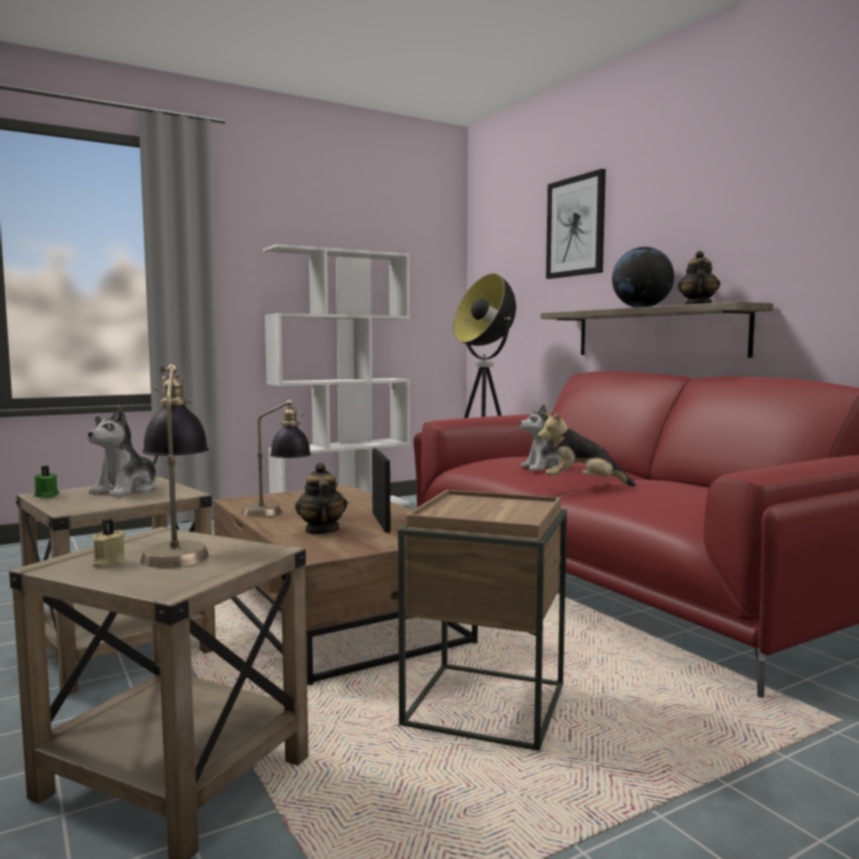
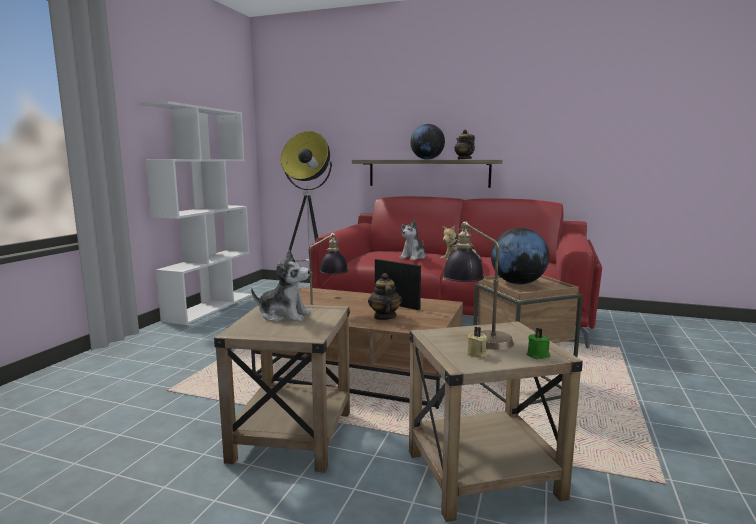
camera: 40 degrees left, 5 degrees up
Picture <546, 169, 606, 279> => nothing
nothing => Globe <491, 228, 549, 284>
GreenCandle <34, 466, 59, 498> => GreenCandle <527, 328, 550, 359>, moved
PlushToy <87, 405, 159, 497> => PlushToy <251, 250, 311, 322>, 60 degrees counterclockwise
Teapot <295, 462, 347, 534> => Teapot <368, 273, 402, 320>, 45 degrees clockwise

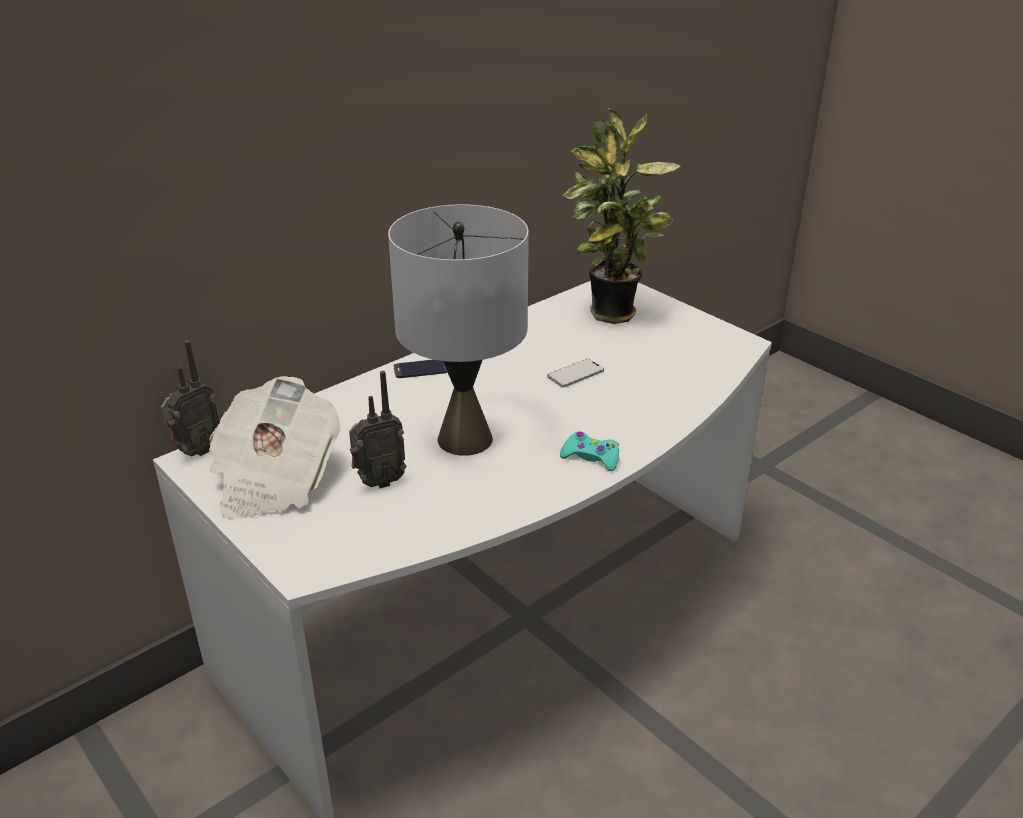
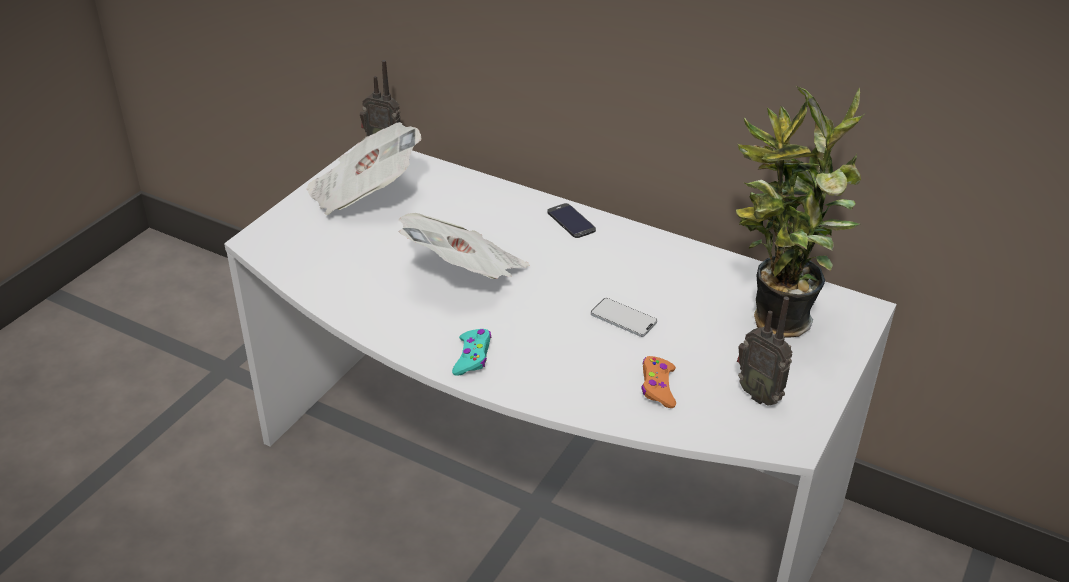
camera: 70 degrees right, 5 degrees up
nothing => OrangeGameController <641, 356, 676, 408>
Radio <349, 371, 406, 488> => Radio <737, 297, 793, 406>, moved
GreyTableLamp <388, 204, 529, 456> => Newspaper <398, 213, 529, 279>

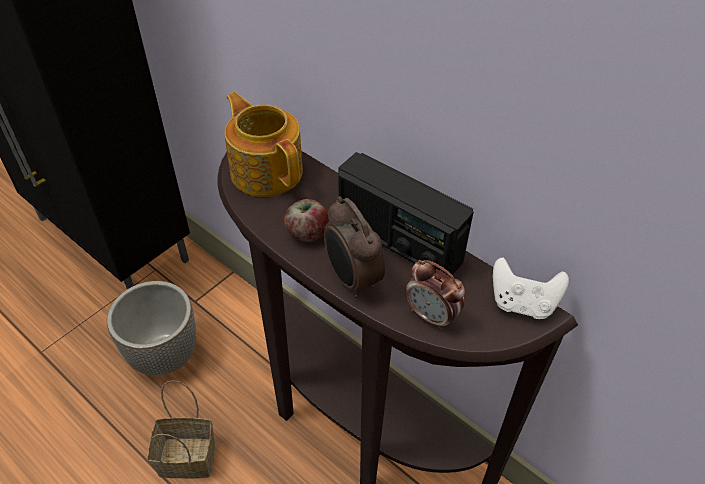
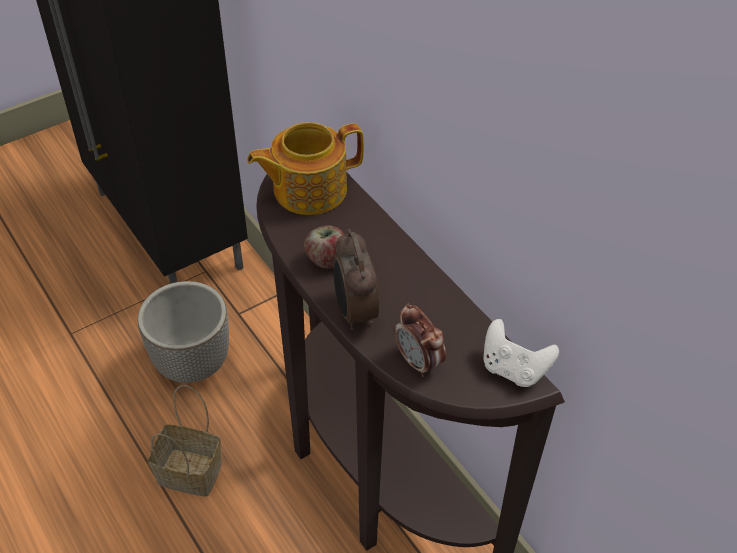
camera: 15 degrees right, 0 degrees up
Radio <338, 152, 474, 276> => nothing
Teapot <225, 92, 303, 197> => Teapot <247, 122, 364, 215>, 90 degrees counterclockwise

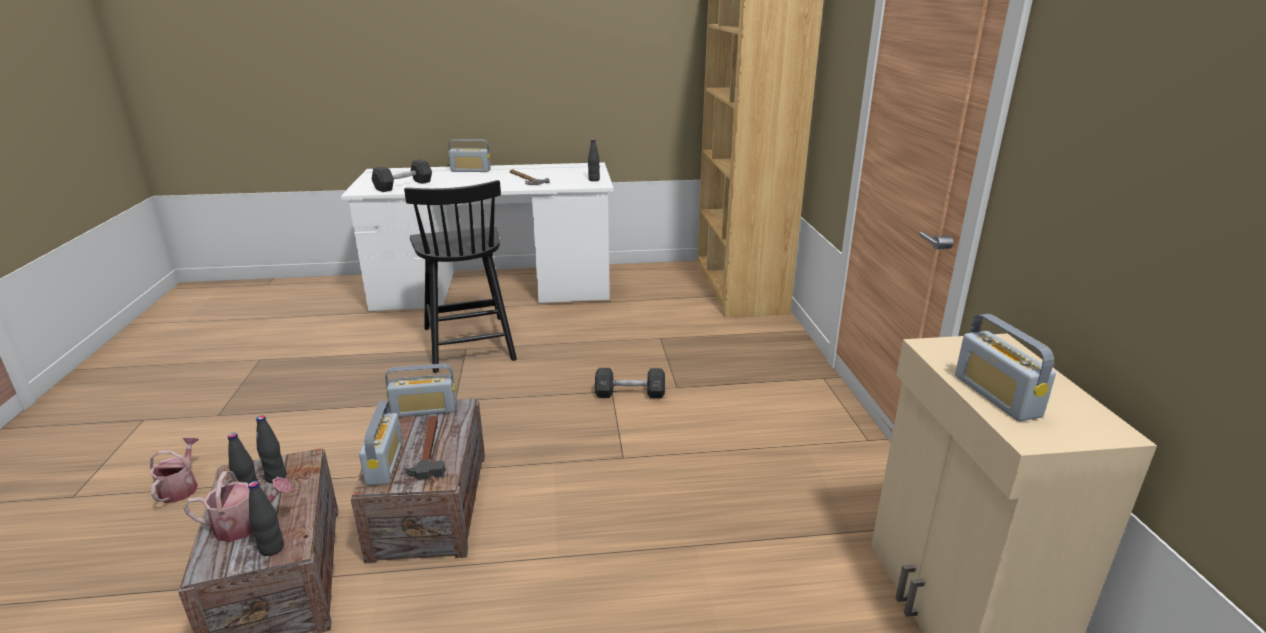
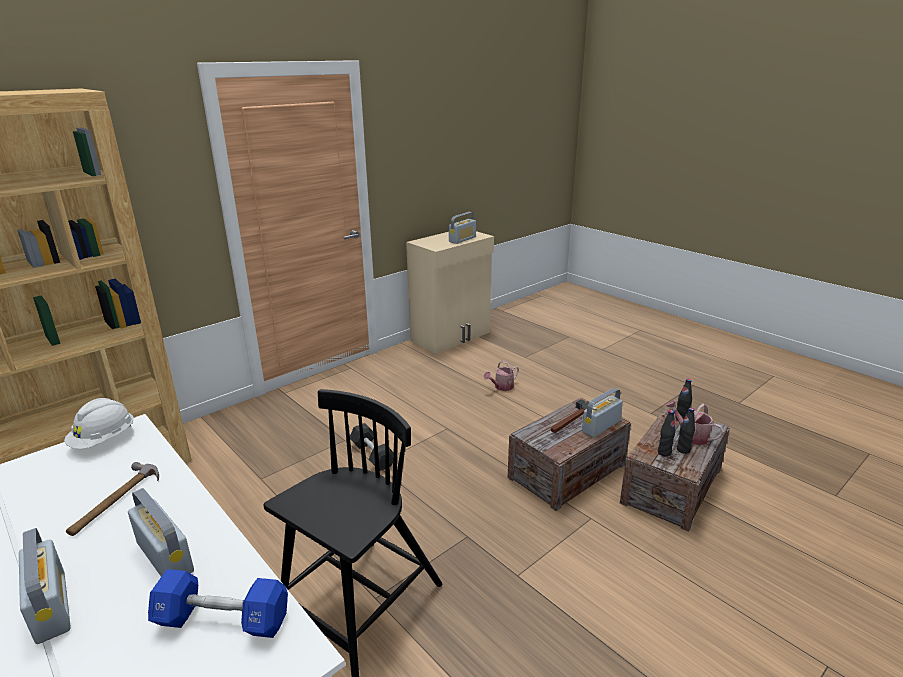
camera: 125 degrees left, 0 degrees up
WateringCan <150, 437, 199, 503> => WateringCan <484, 360, 519, 391>, moved
Radio <385, 364, 456, 417> => Radio <128, 488, 194, 577>, moved
BlackBottle <588, 139, 600, 181> => WhiteHardHat <64, 398, 134, 449>
BlackDumbbell <372, 159, 432, 192> => BlueDumbbell <148, 569, 288, 638>

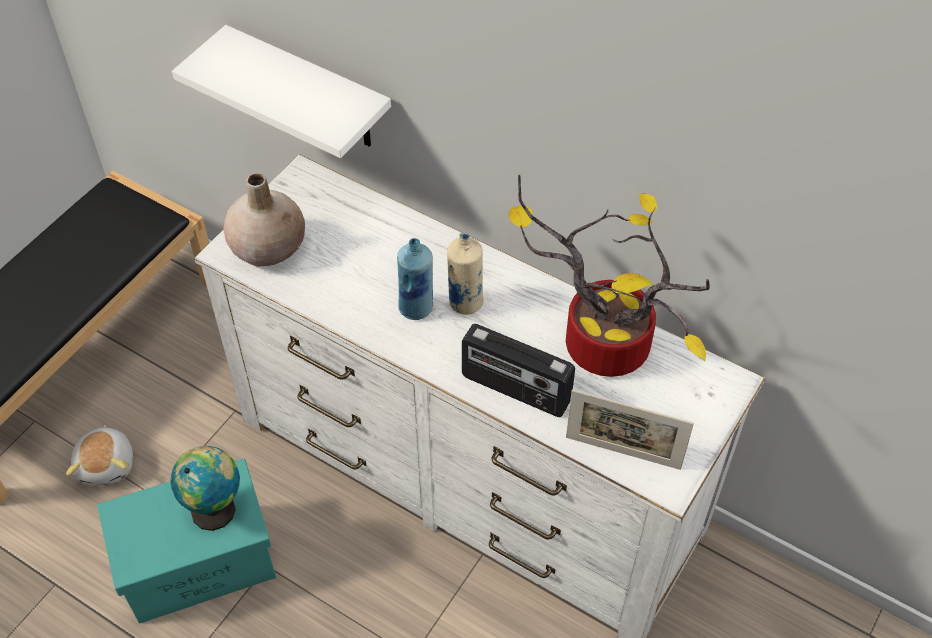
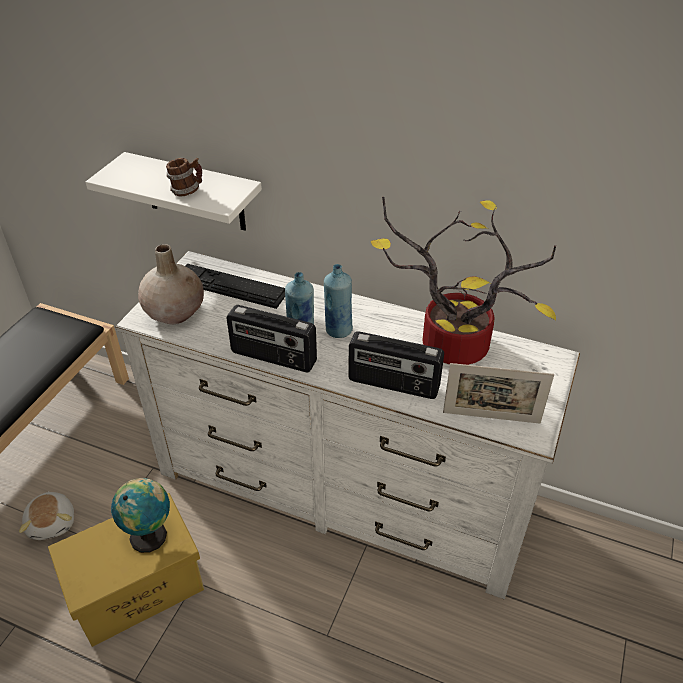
camera: 10 degrees left, 10 degrees down
nothing => Mug <166, 158, 202, 197>
nothing => Keyboard <185, 264, 285, 309>
nothing => Radio <227, 305, 317, 372>
TurquoiseStorageBox <97, 459, 276, 624> => YellowStorageBox <48, 493, 204, 647>
BeigeBottle <447, 232, 484, 315> => BlueBottle <324, 264, 353, 338>

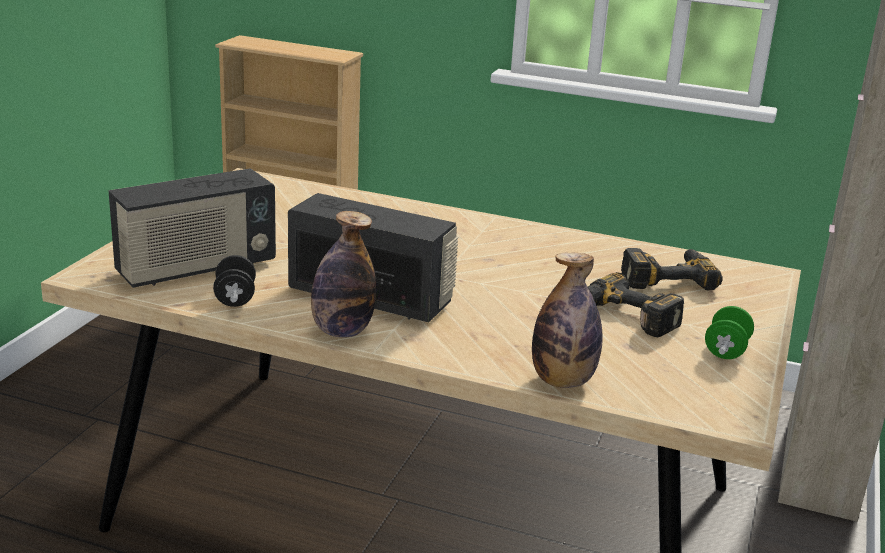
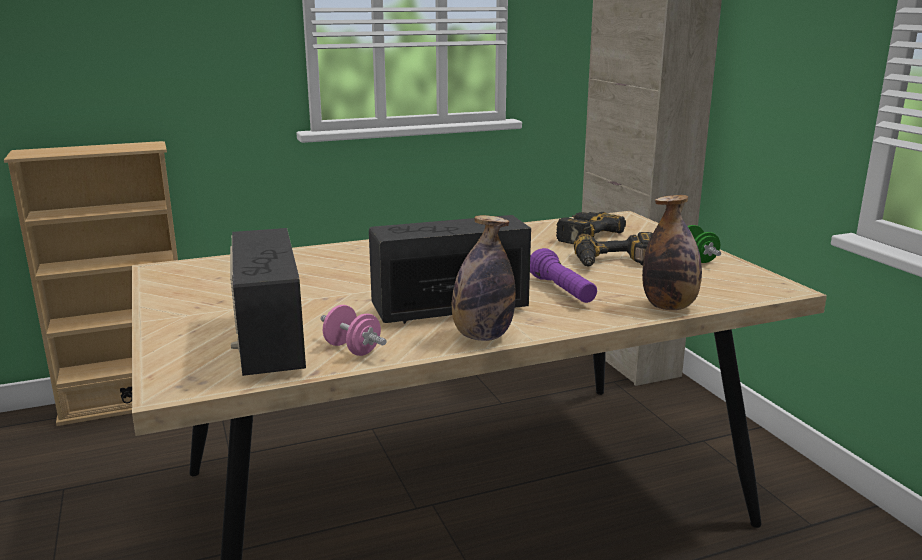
camera: 40 degrees left, 5 degrees down
nothing => PurpleFlashlight <530, 248, 597, 303>
BlackDumbbell <213, 255, 256, 307> => PinkDumbbell <321, 305, 386, 356>
Radio <108, 168, 276, 288> => Radio <230, 228, 306, 376>, 150 degrees clockwise

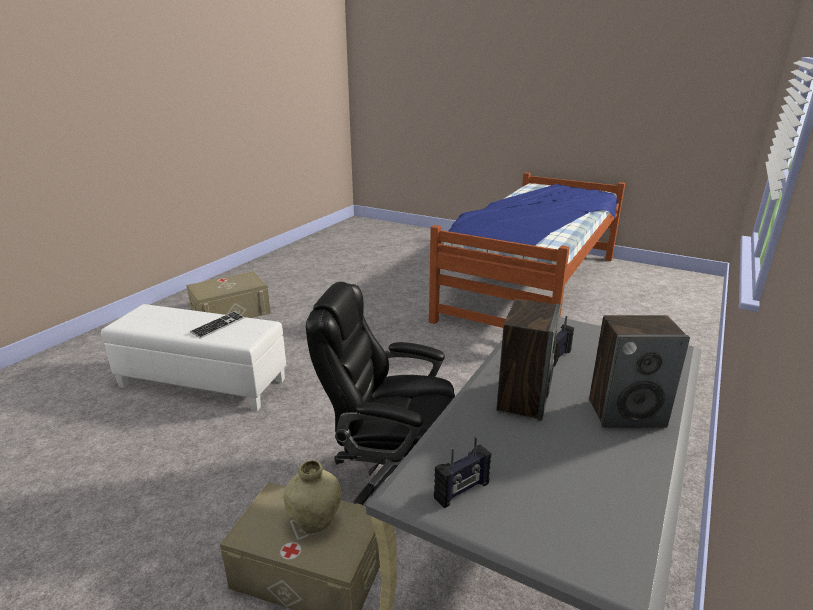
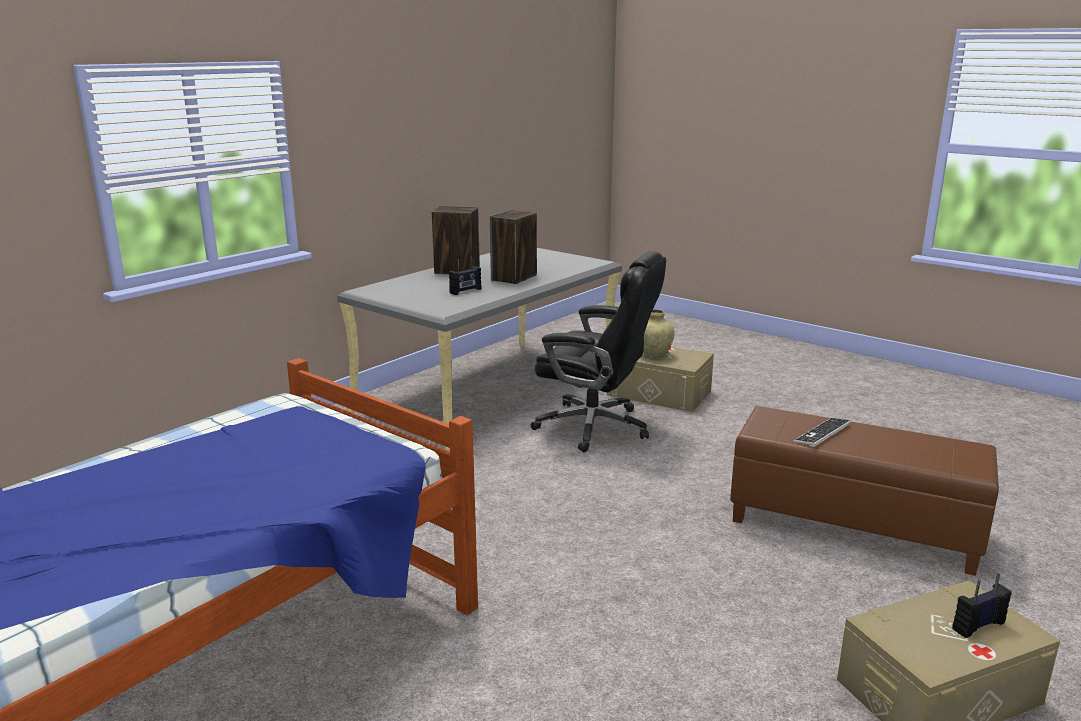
camera: 170 degrees left, 5 degrees down
Radio <434, 436, 491, 508> => Radio <952, 573, 1012, 638>, moved
WhiteOttoman <101, 304, 286, 411> => BrownOttoman <730, 406, 999, 576>

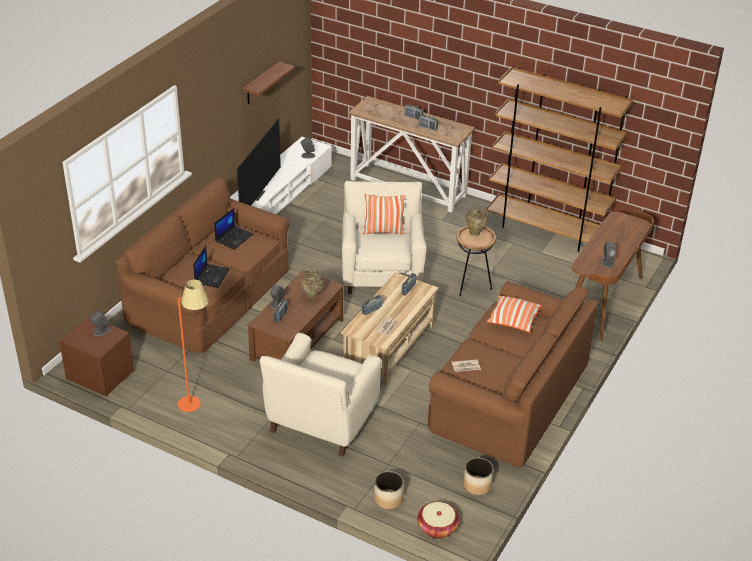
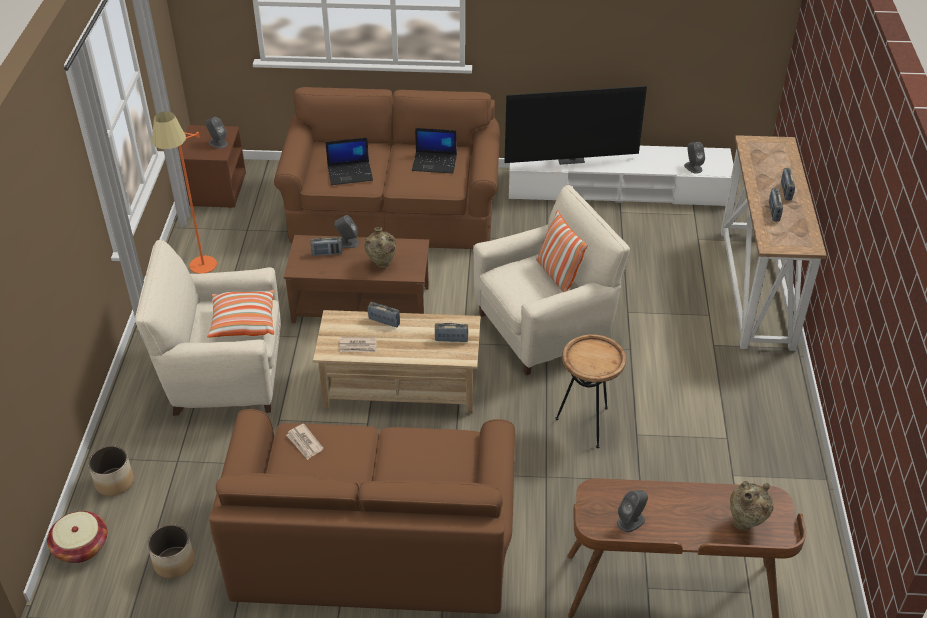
camera: 65 degrees right, 5 degrees up
Shelf <242, 62, 295, 104> => nothing
BrownBookcase <486, 67, 633, 252> => nothing
BeigeVase <466, 204, 488, 236> => BeigeVase <730, 481, 774, 531>, moved
Pillow <487, 296, 543, 333> => Pillow <207, 290, 274, 338>, moved

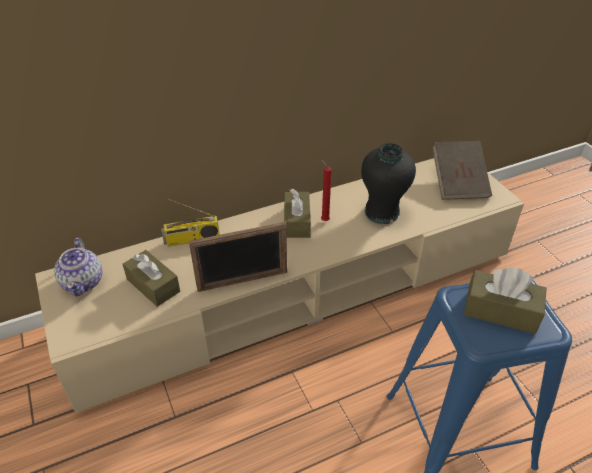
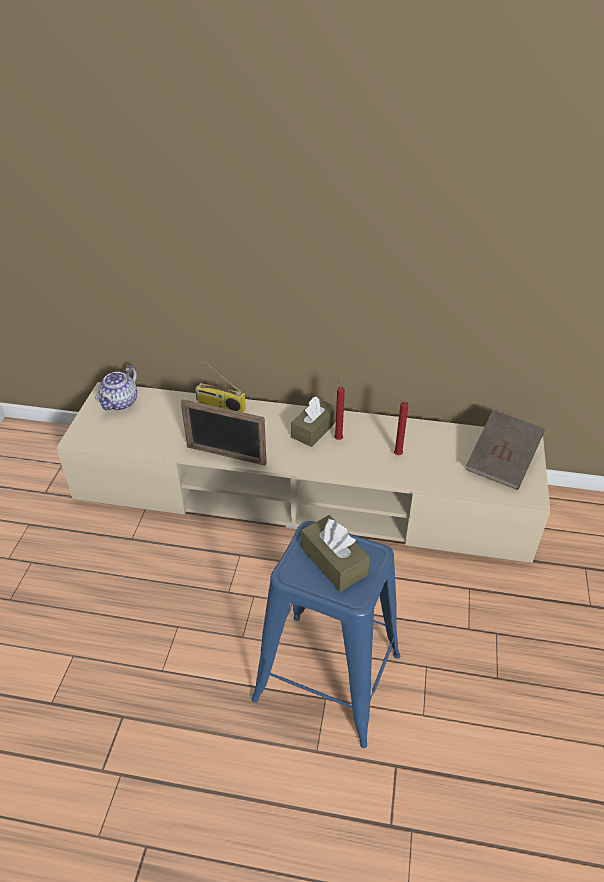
camera: 35 degrees right, 0 degrees up
BrownTissueBox <122, 250, 180, 307> => nothing
BlackVase <361, 143, 416, 224> => RedCandle <394, 400, 408, 455>

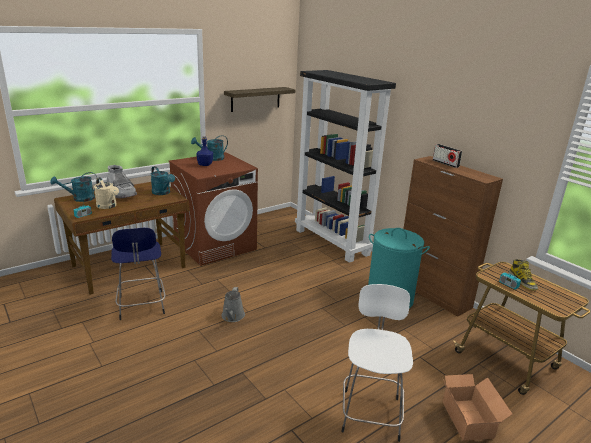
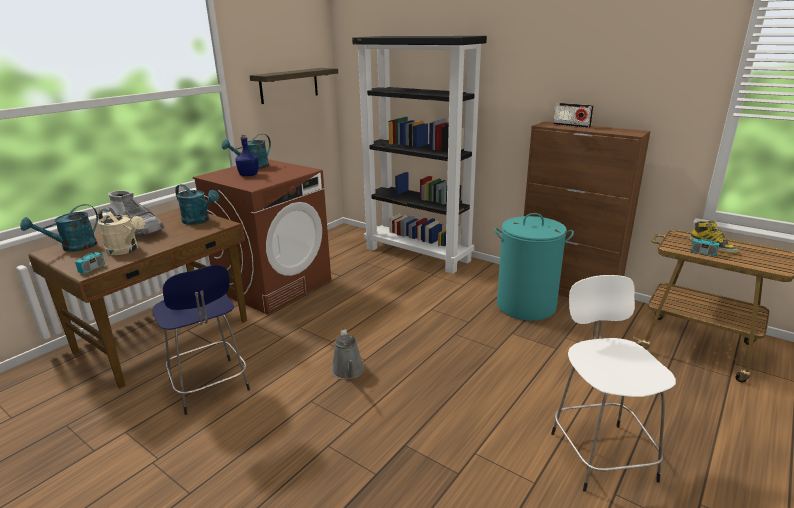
camera: 15 degrees left, 0 degrees up
CardboardBox <443, 374, 512, 441> => nothing

